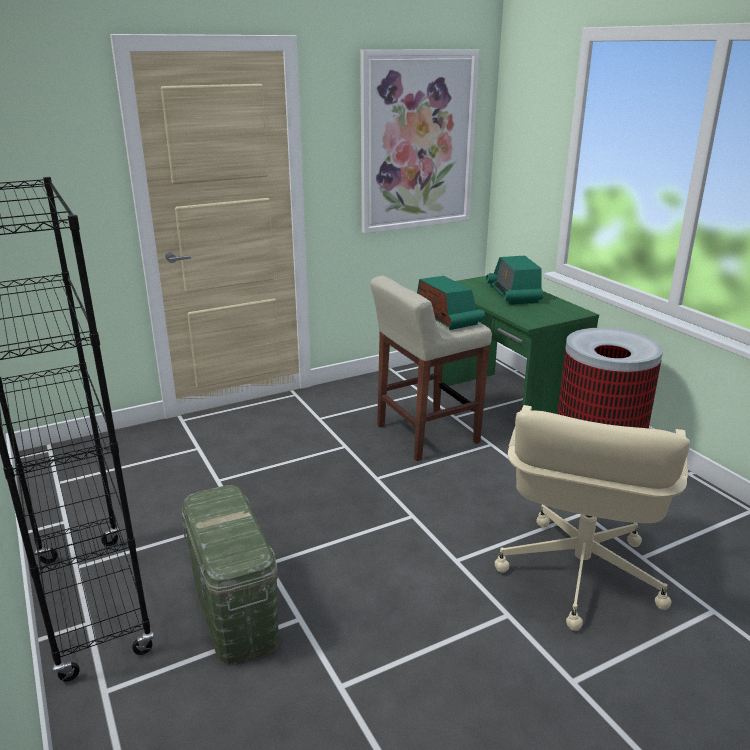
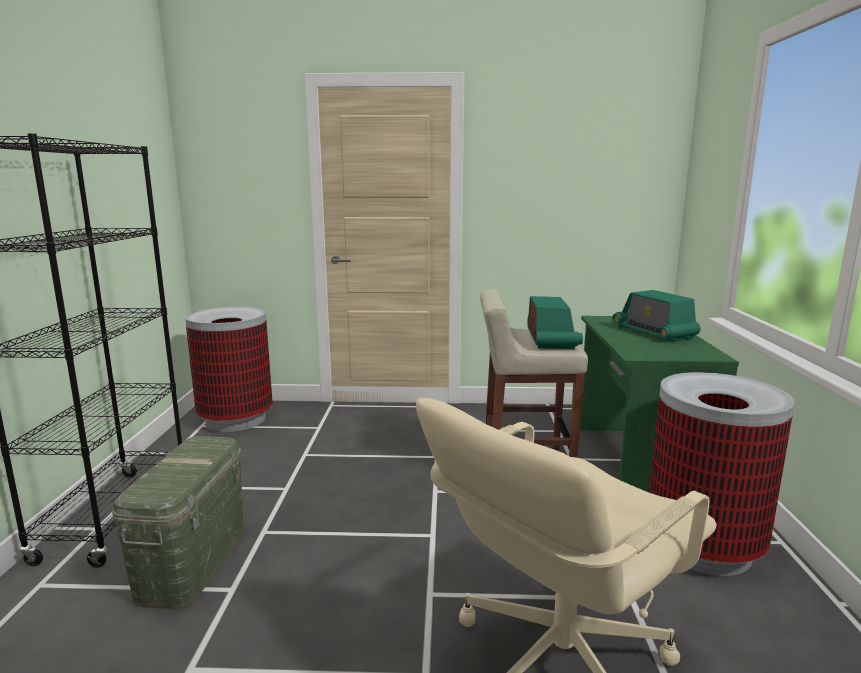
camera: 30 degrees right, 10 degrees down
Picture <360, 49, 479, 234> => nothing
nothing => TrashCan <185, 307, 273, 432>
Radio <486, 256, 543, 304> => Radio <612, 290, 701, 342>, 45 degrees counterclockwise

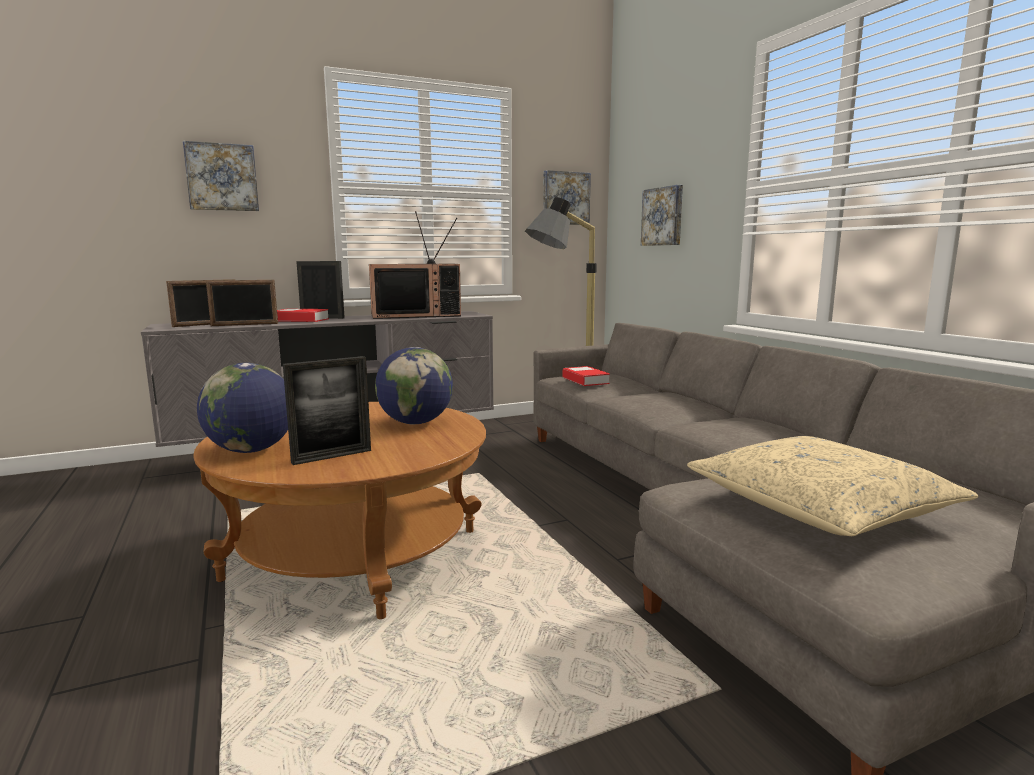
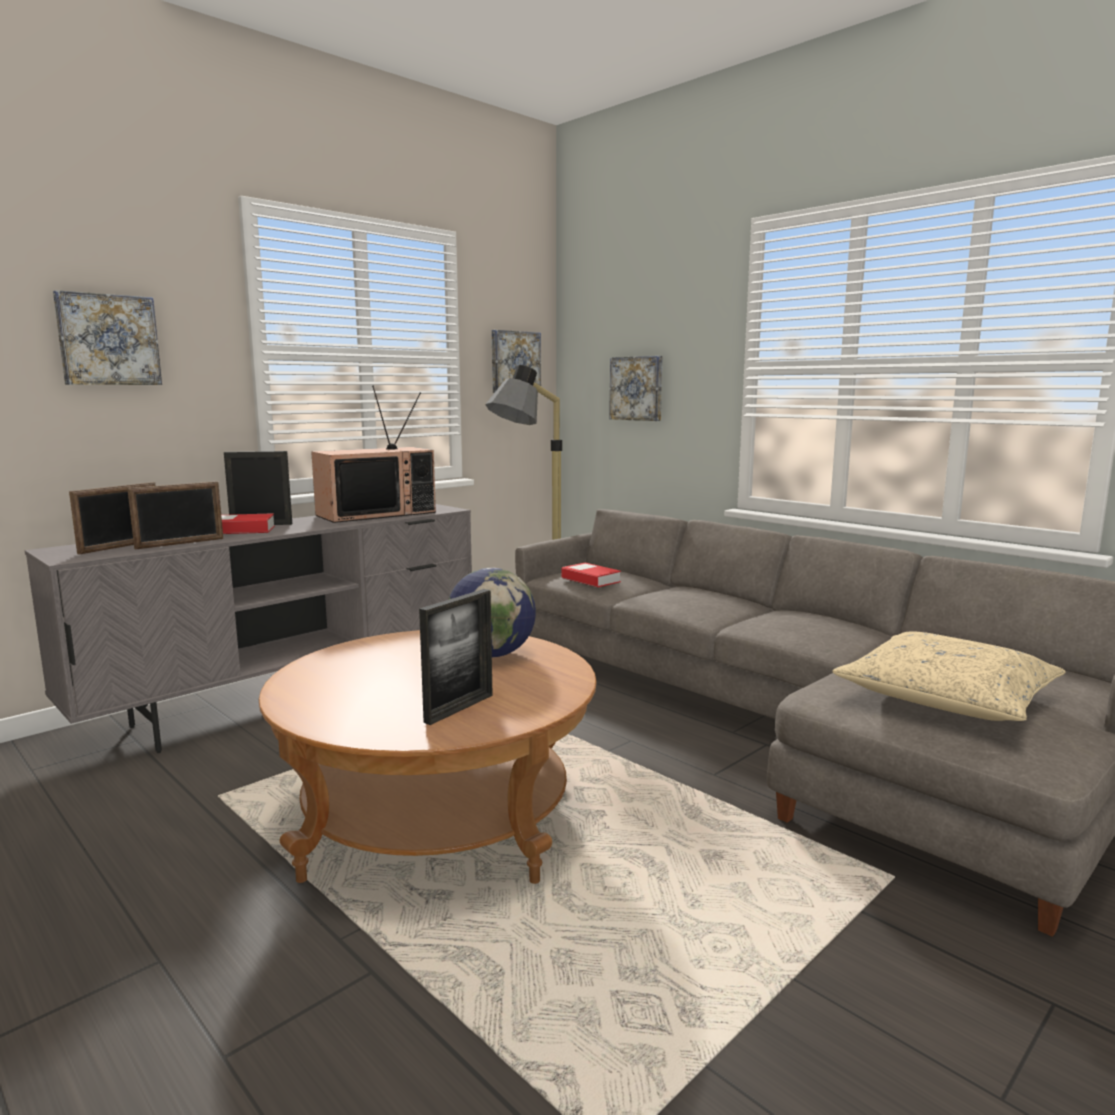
camera: 20 degrees left, 0 degrees up
Globe <197, 363, 288, 453> => nothing

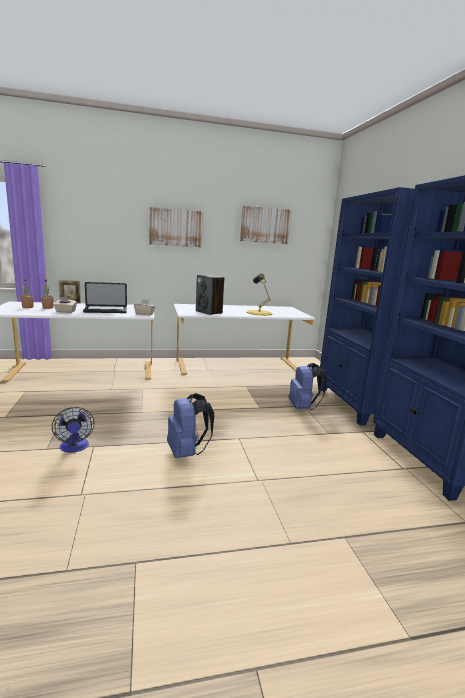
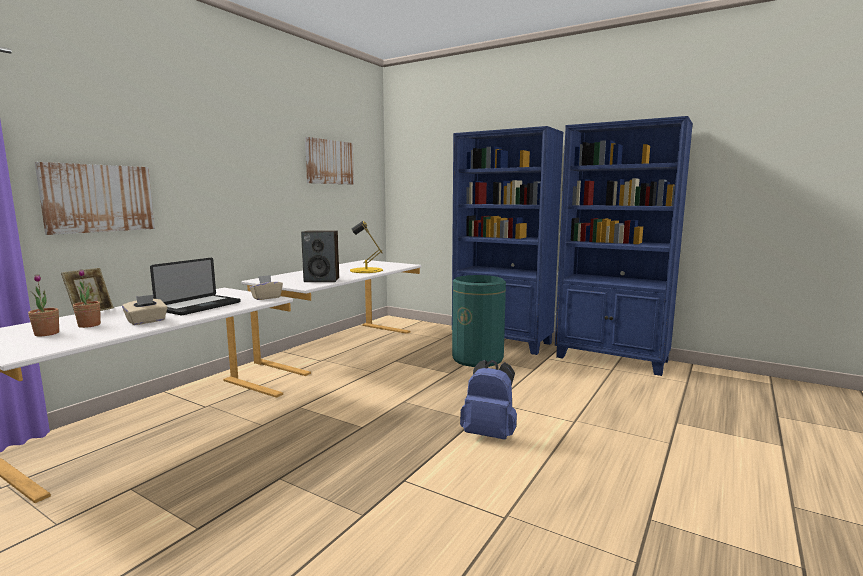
camera: 45 degrees left, 5 degrees down
Fan <52, 407, 94, 453> => nothing
Picture <149, 207, 203, 247> => Picture <35, 162, 155, 235>, moved
BlueBackpack <288, 363, 327, 410> => GreenTrashCan <452, 275, 506, 367>

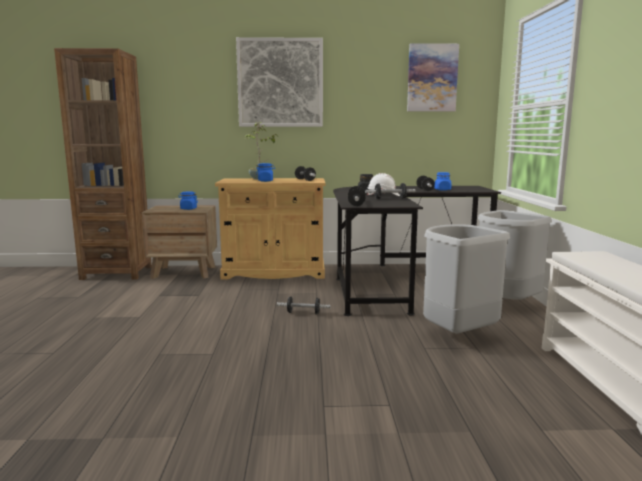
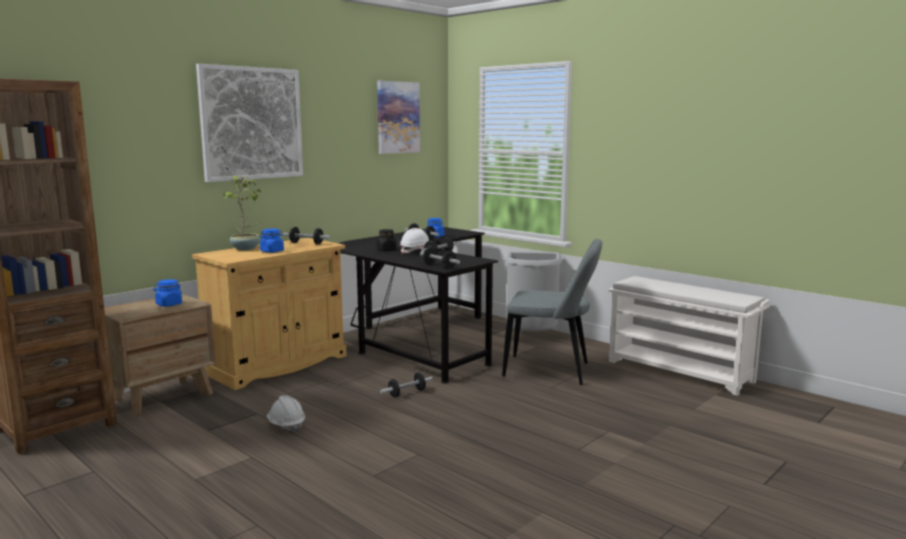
camera: 45 degrees left, 0 degrees up
nothing => WhiteHardHat <267, 395, 305, 433>
GreyTrashCan <423, 224, 510, 334> => GreyChair <502, 239, 602, 385>

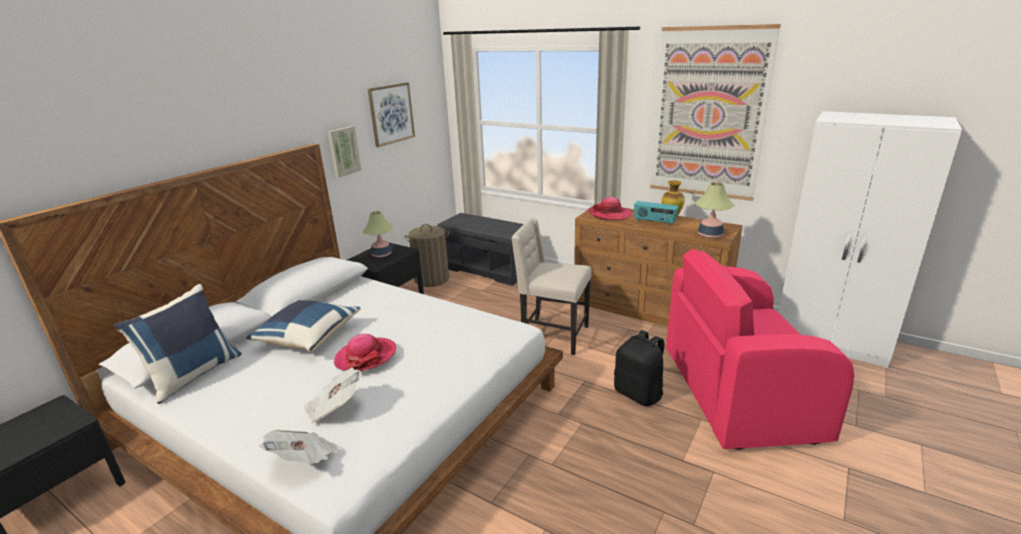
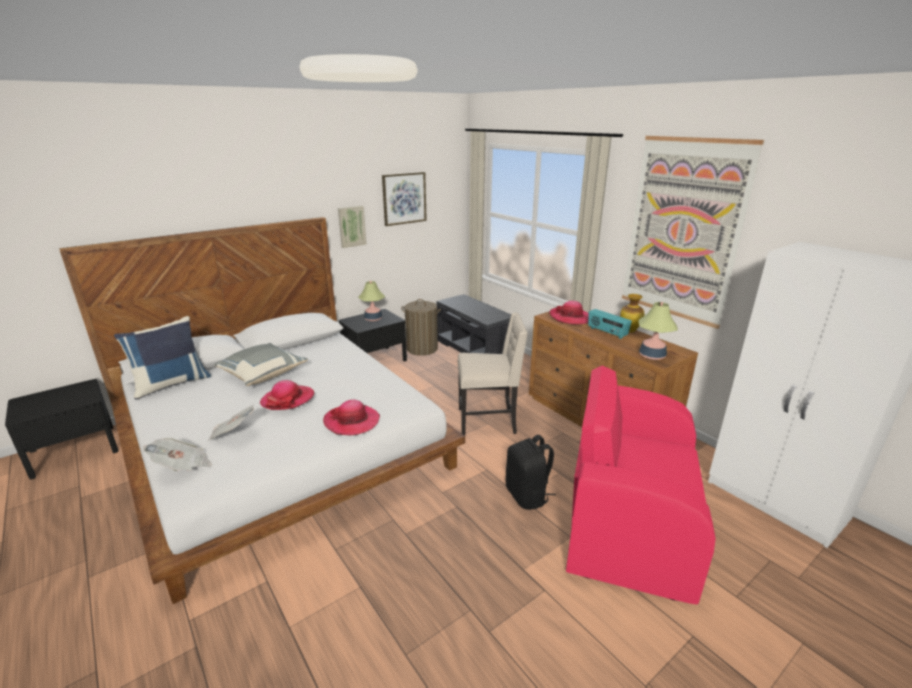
camera: 20 degrees right, 0 degrees up
nothing => Hat <323, 400, 380, 435>
BluePillow <246, 300, 360, 352> => GreyPillow <214, 343, 308, 386>
BeigeChair <511, 218, 592, 355> => BeigeChair <458, 312, 528, 436>, 135 degrees clockwise

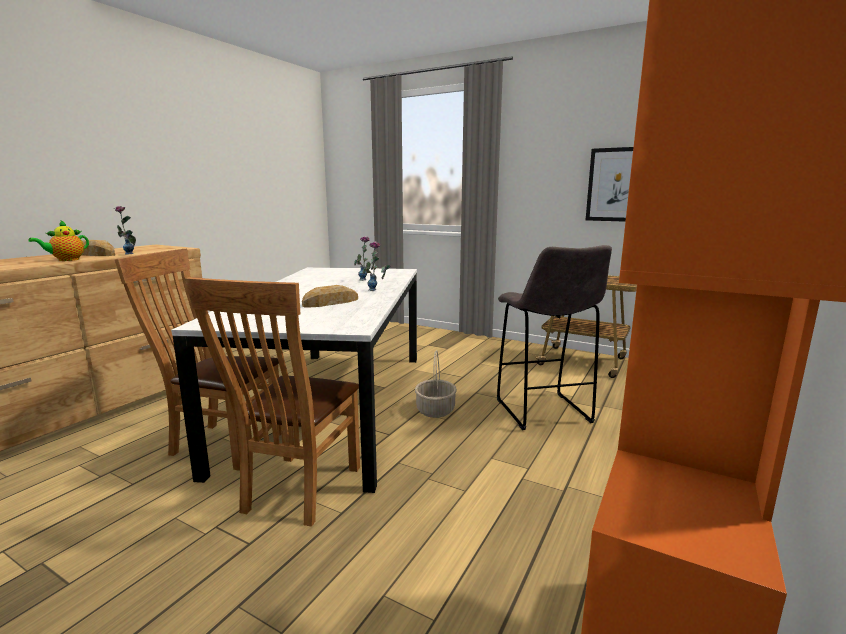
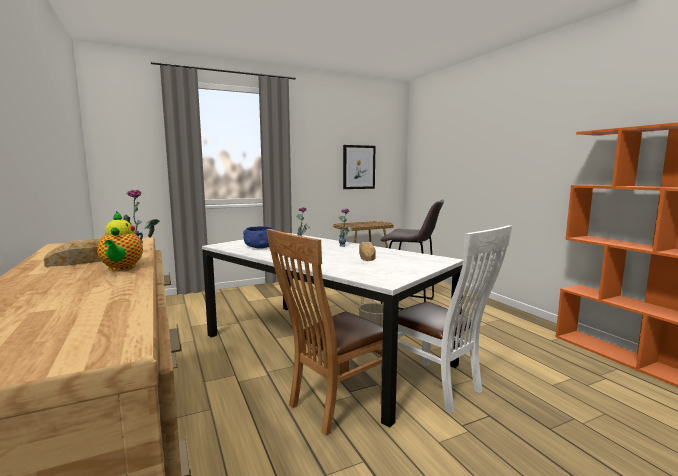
camera: 55 degrees left, 5 degrees down
nothing => BlueBowl <243, 226, 276, 249>
BrownChair <185, 277, 360, 527> => WhiteChair <397, 225, 512, 414>

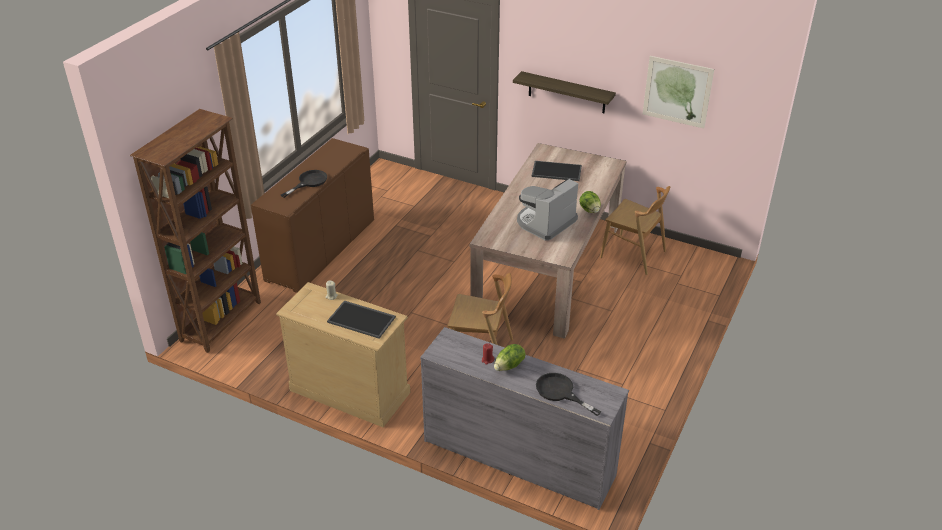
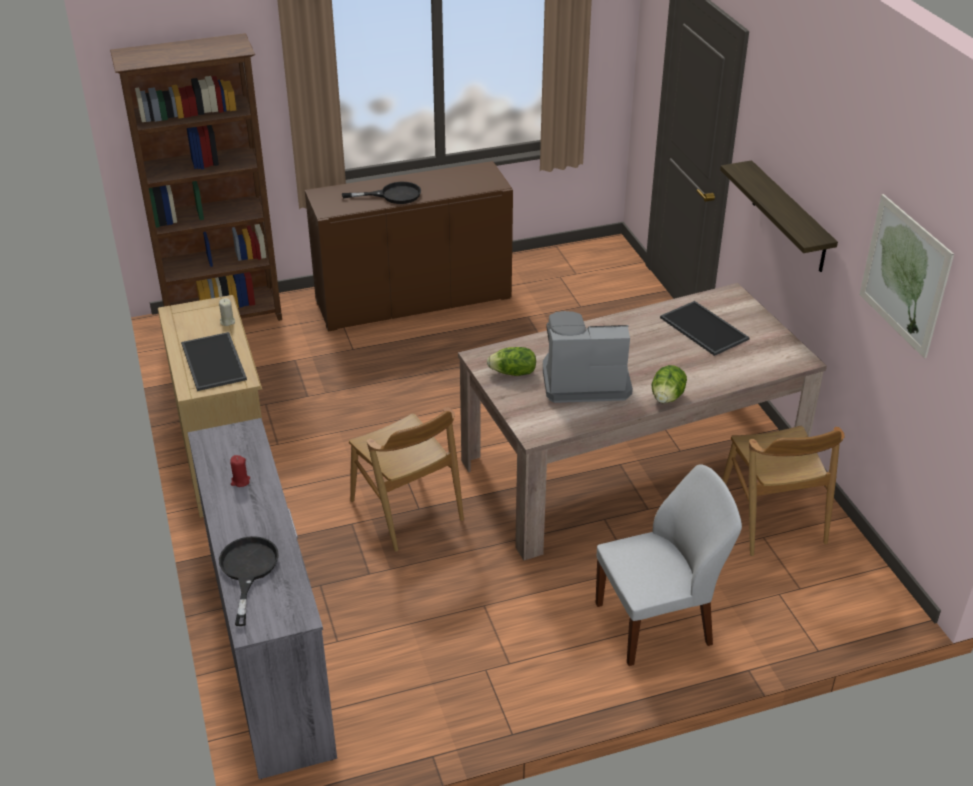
camera: 45 degrees right, 0 degrees up
nothing => WhiteChair <596, 464, 742, 666>
Lettuce <494, 344, 525, 371> => Lettuce <487, 347, 536, 376>, moved

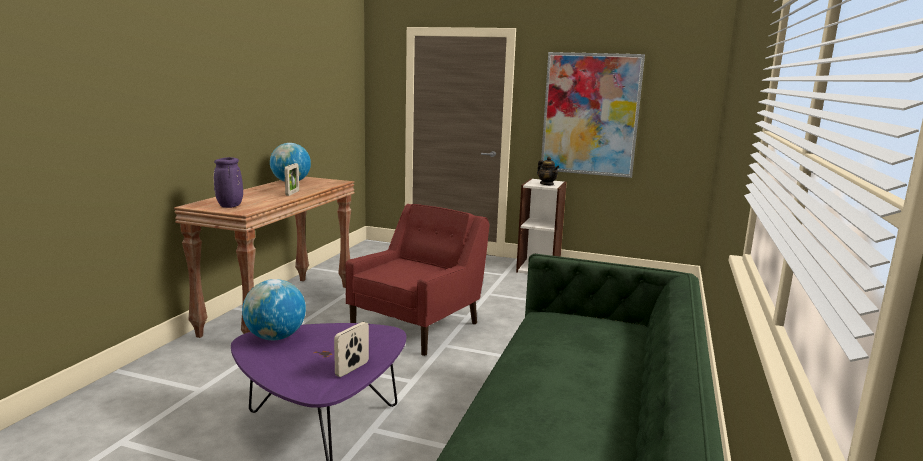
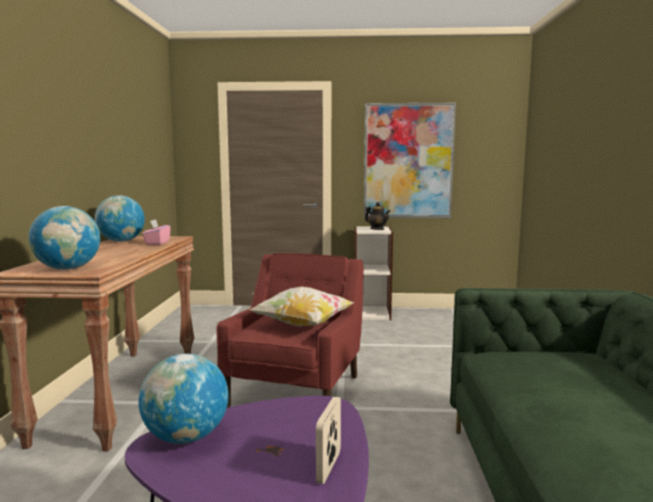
camera: 15 degrees left, 5 degrees down
PictureFrame <284, 163, 299, 196> => nothing
nothing => PinkTissueBox <142, 219, 171, 245>
nothing => Pillow <249, 287, 355, 327>
PurpleVase <213, 157, 243, 208> => Globe <29, 206, 100, 270>

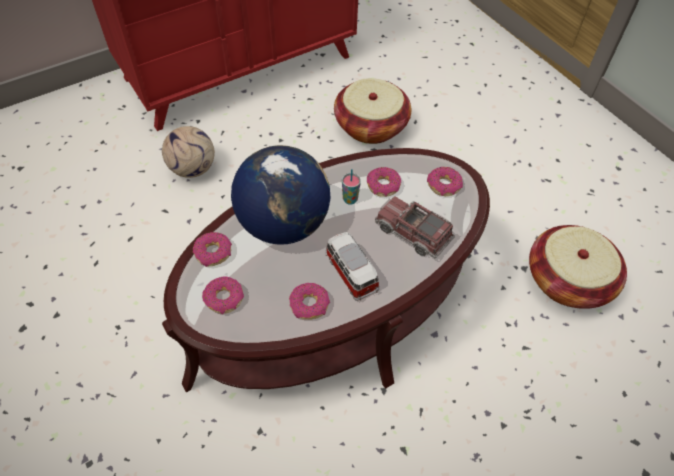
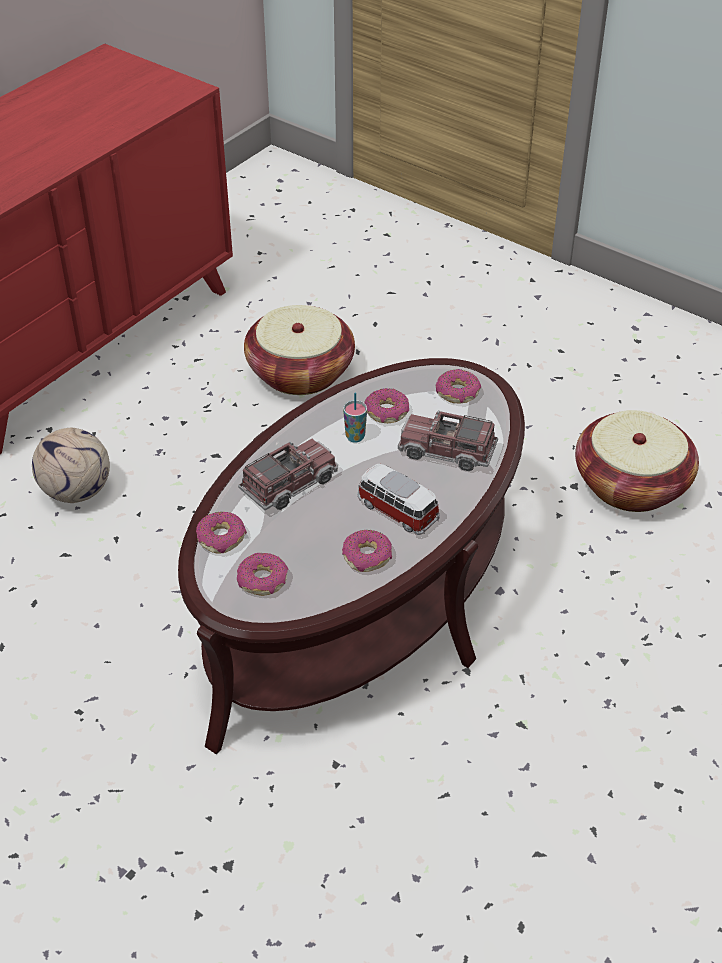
camera: 20 degrees left, 10 degrees down
Globe <231, 145, 330, 245> => ToyTruck <238, 439, 338, 510>

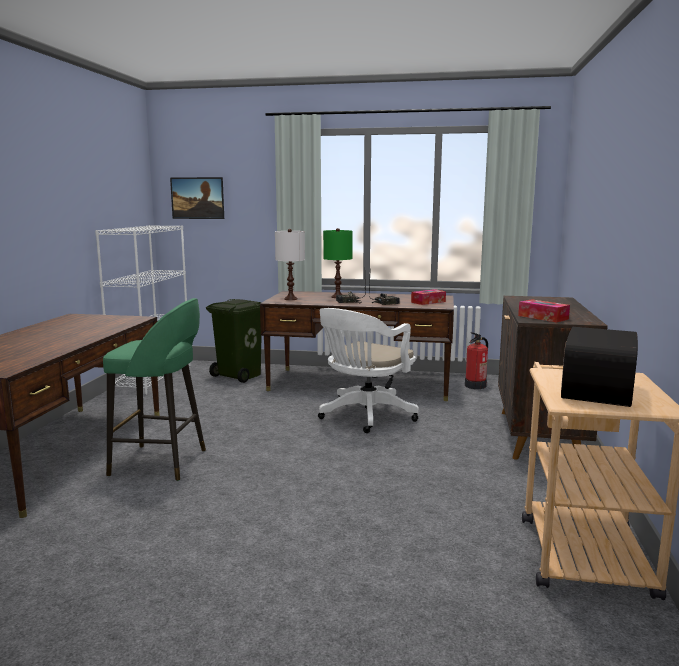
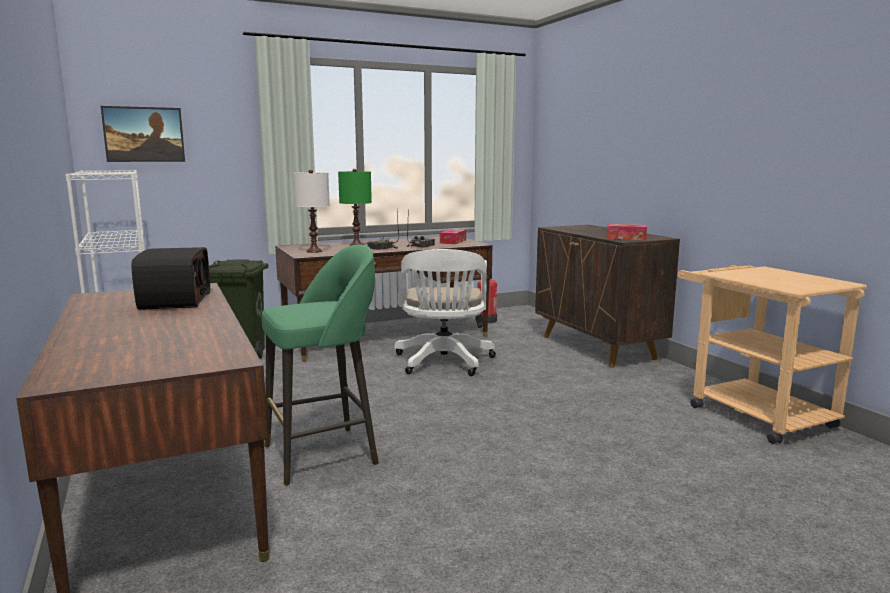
camera: 35 degrees left, 0 degrees up
Radio <561, 327, 638, 407> => Radio <131, 247, 210, 310>, moved

